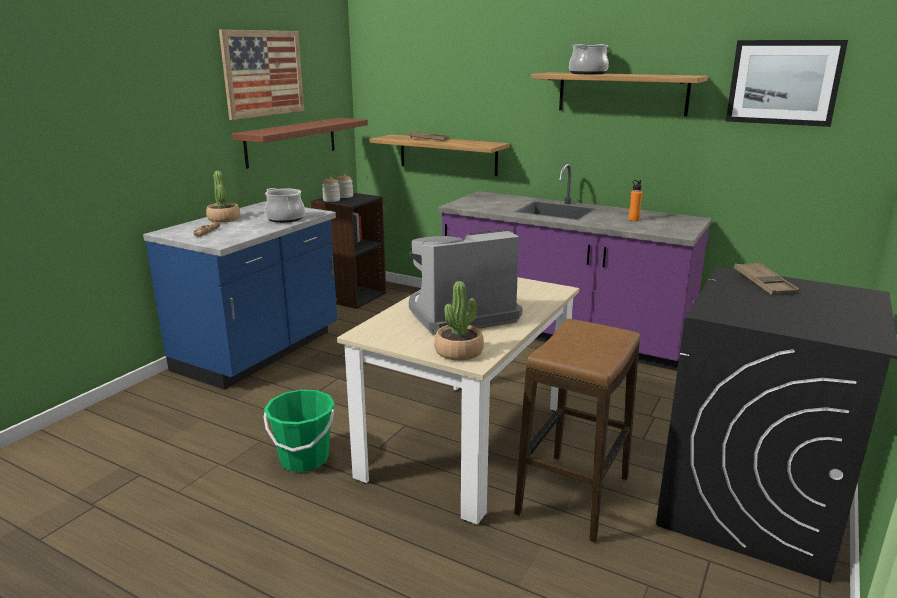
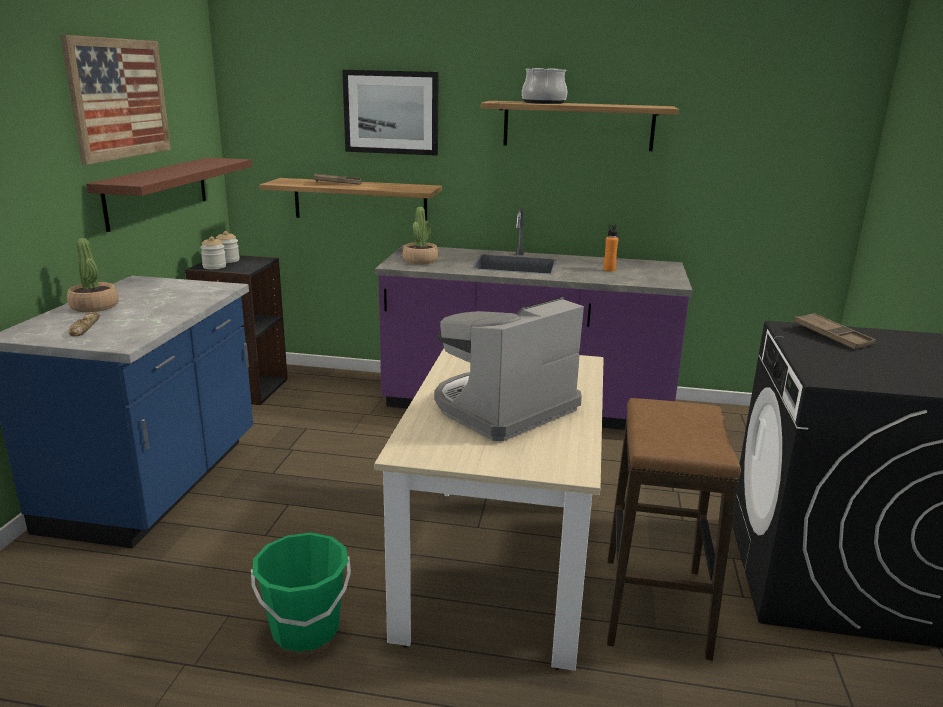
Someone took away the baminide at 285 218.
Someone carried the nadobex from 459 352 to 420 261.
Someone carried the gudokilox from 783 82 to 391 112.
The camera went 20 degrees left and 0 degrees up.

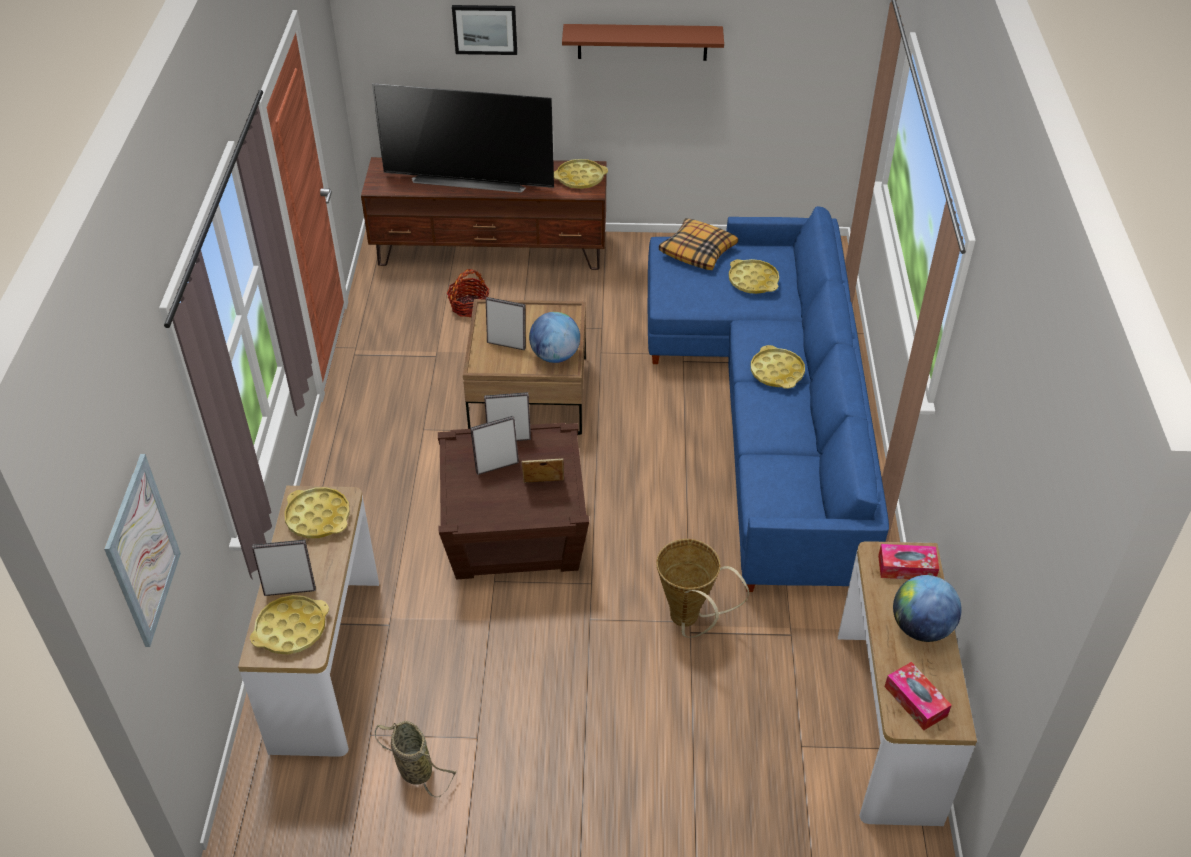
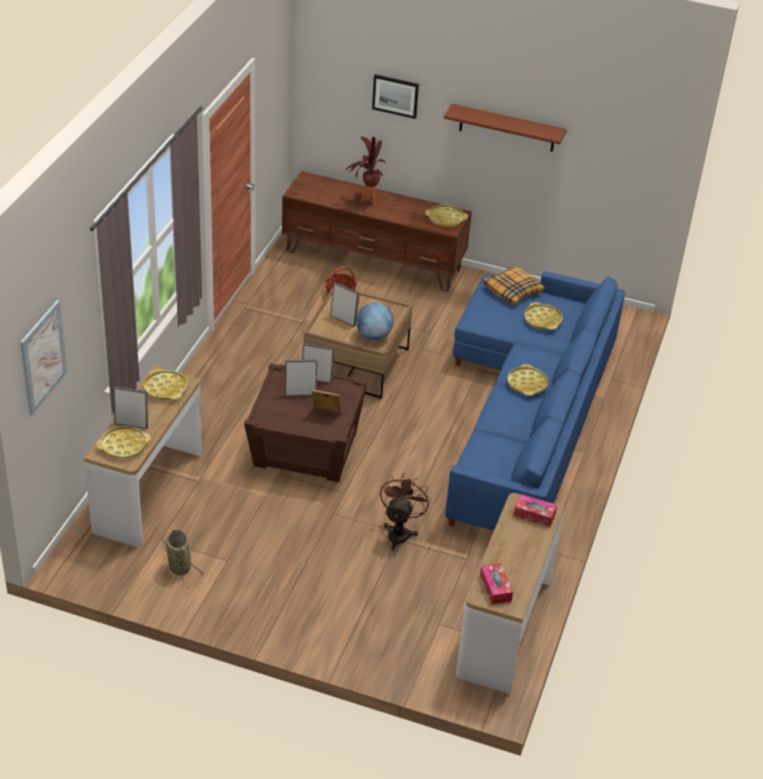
Someone took away the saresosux at 921 628.
Someone swapped the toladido at 470 179 for the nadobex at 365 201.
Someone swapped the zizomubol at 689 621 for the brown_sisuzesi at 400 532.
The camera went 15 degrees right and 5 degrees down.

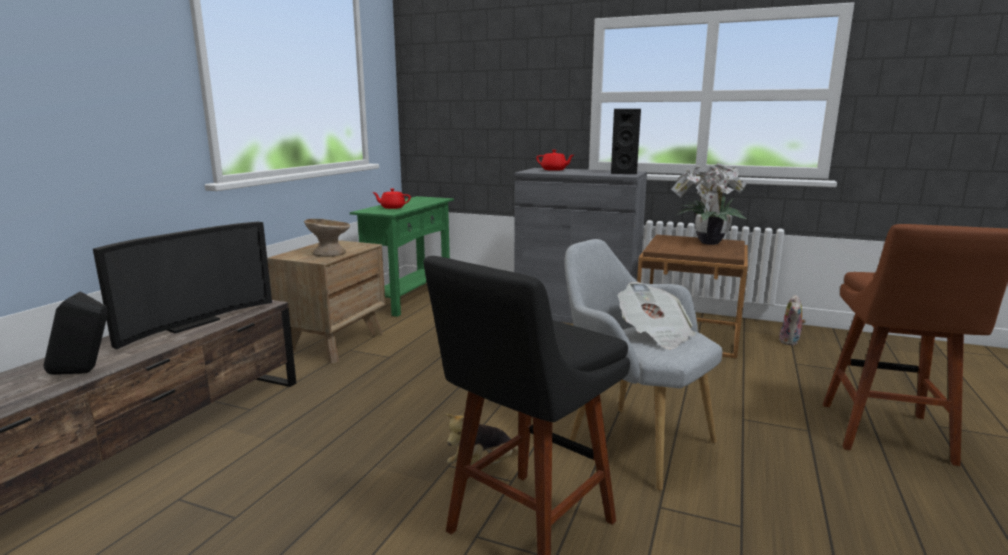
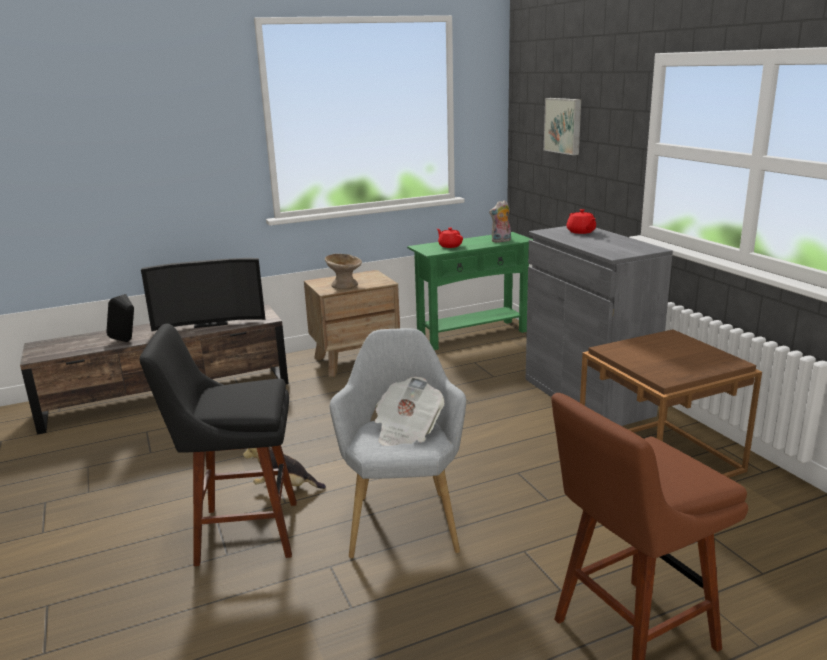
Someone took away the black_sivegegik at 623 173.
Someone took away the nadobex at 706 242.
Someone put up the gudokilox at 564 125.
Someone carried the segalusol from 790 342 to 501 241.
The camera went 45 degrees right and 5 degrees up.

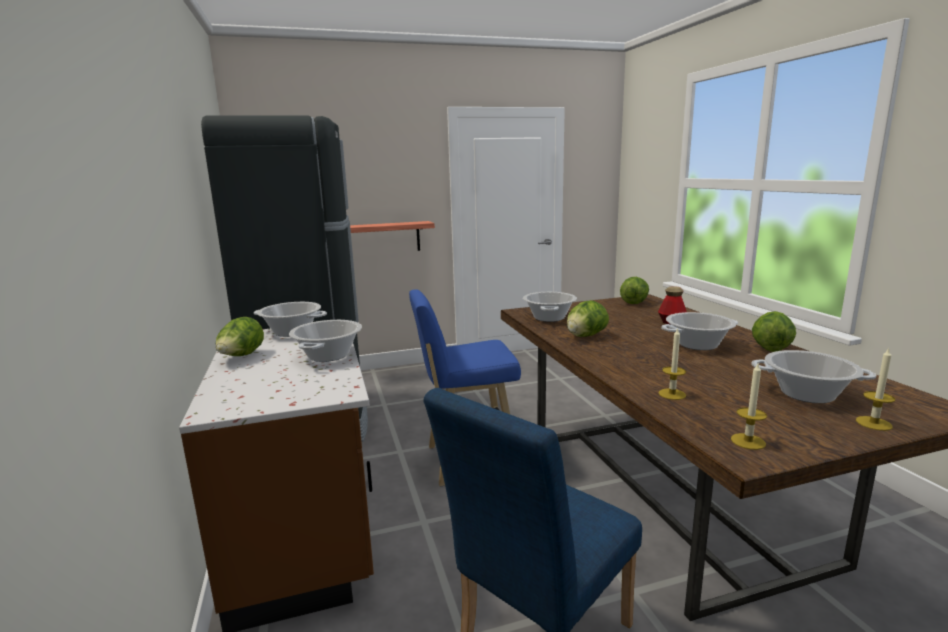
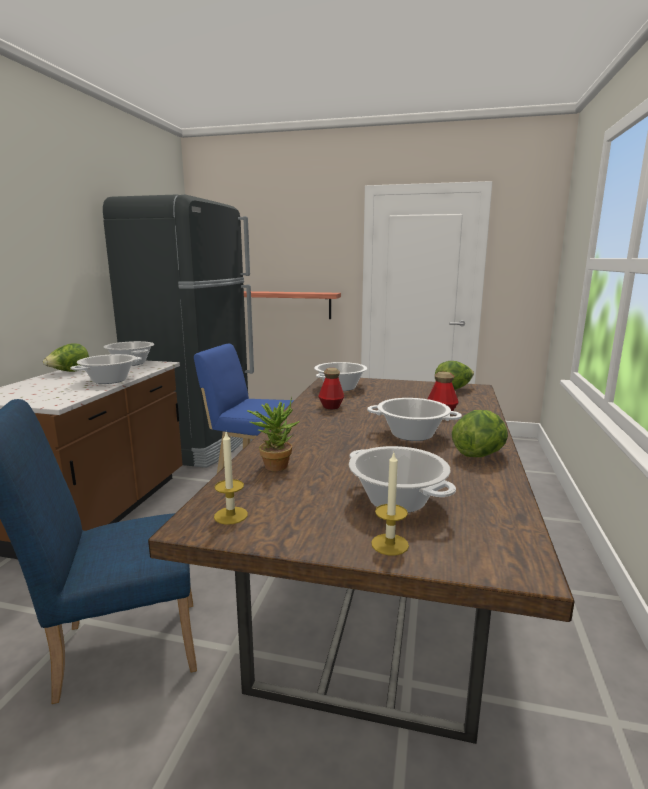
Someone swapped the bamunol at 585 336 for the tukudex at 331 406.
Someone swapped the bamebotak at 672 394 for the nadobex at 274 464.
The camera went 30 degrees right and 0 degrees up.

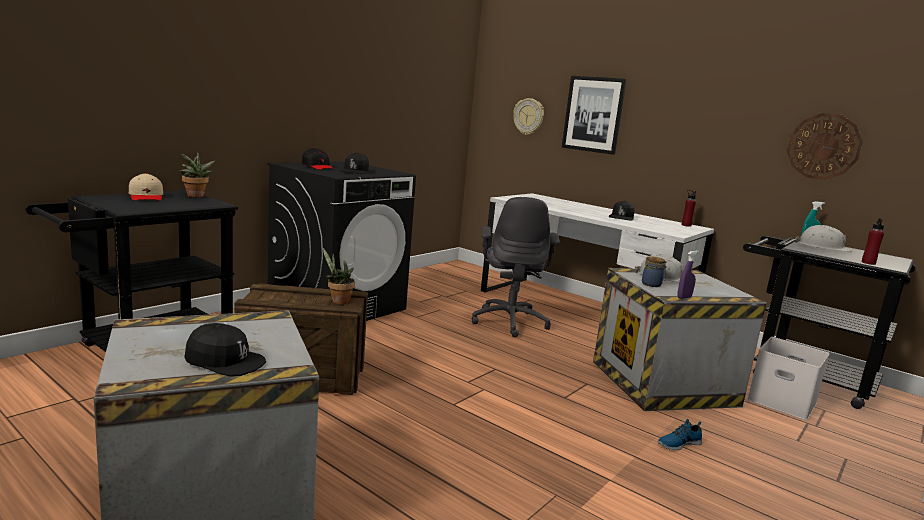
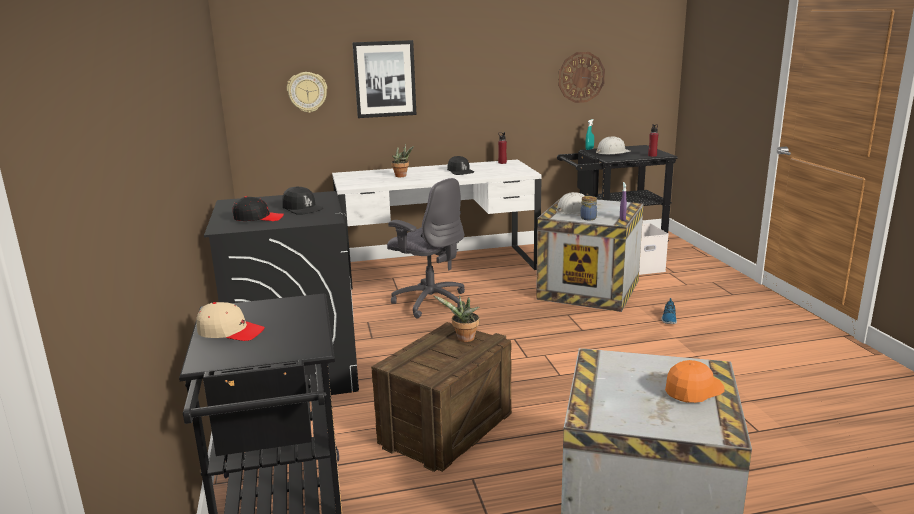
Someone carried the nadobex from 195 196 to 402 176.
Someone repainted the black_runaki at 225 361, which became the orange_runaki at 693 389.
The camera went 50 degrees left and 5 degrees up.

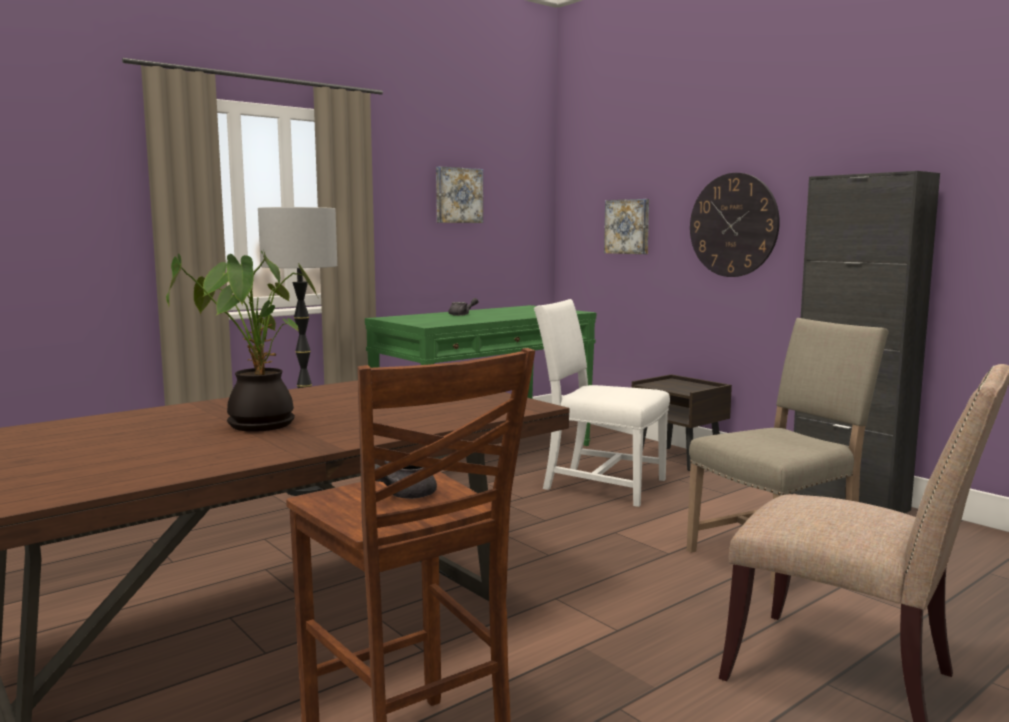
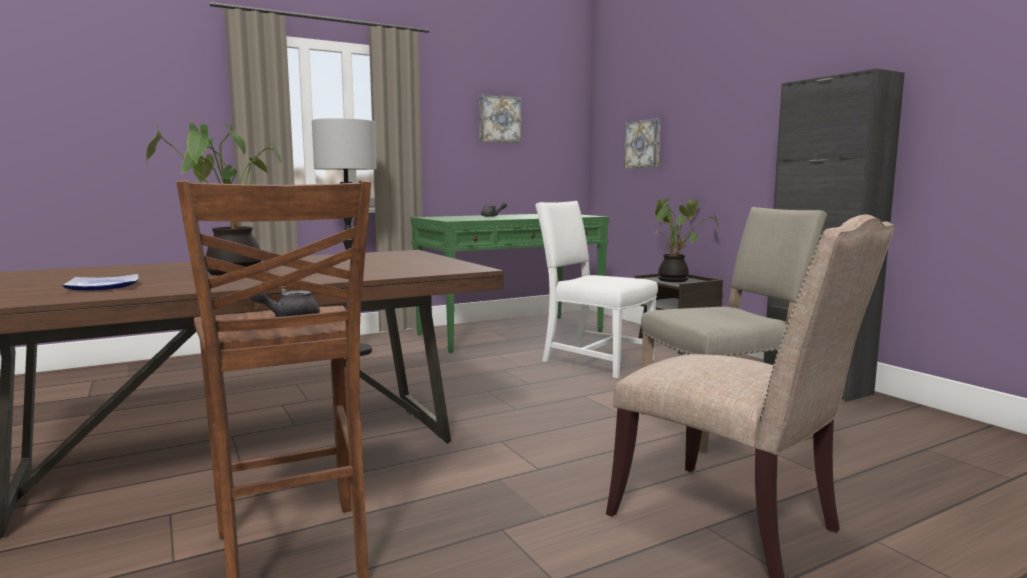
Someone took away the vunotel at 733 225.
Someone put down the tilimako at 101 287.
Someone put down the nadobex at 676 280.
The camera went 10 degrees right and 0 degrees up.

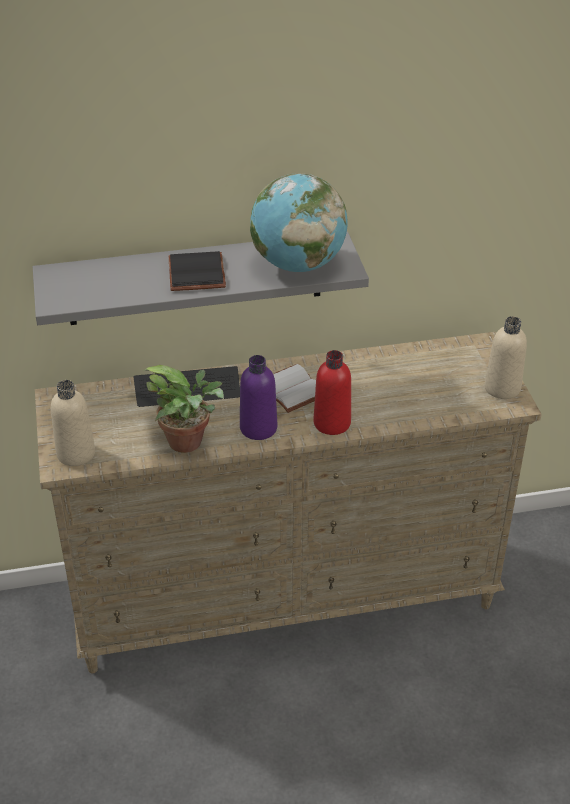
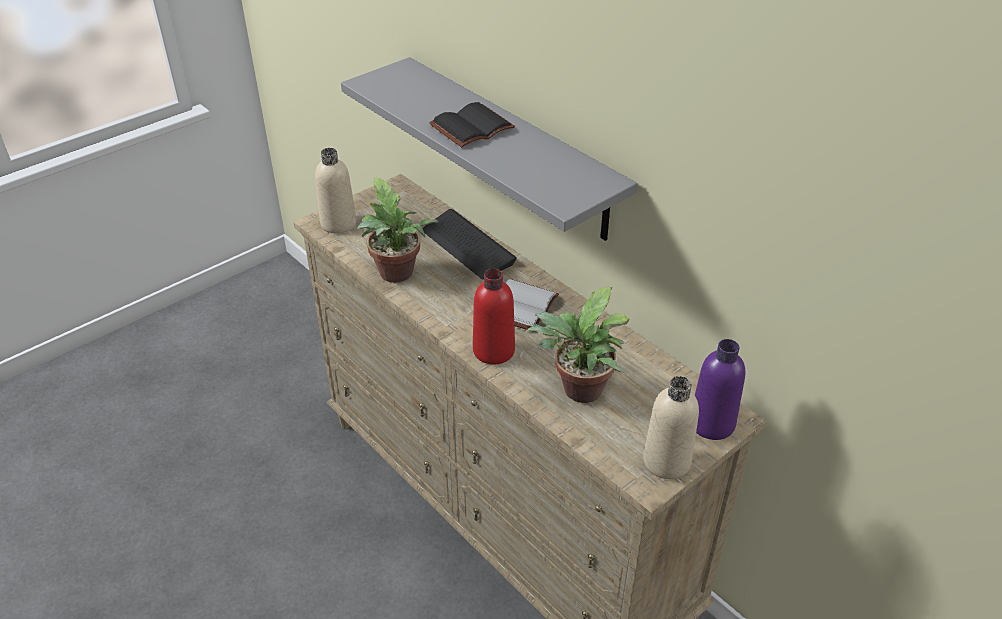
Someone took away the saresosux at 298 264.
Someone put down the nadobex at 579 392.
Someone carried the purple_tukudex from 258 428 to 712 423.
The camera went 60 degrees right and 0 degrees up.

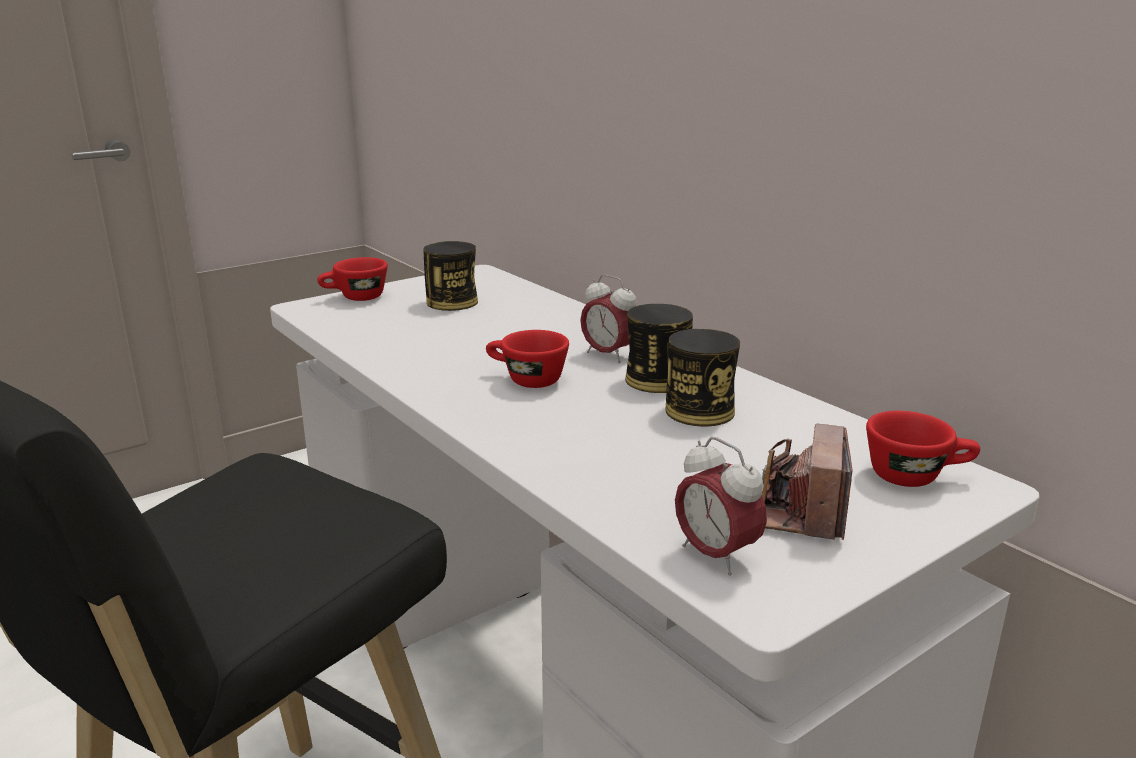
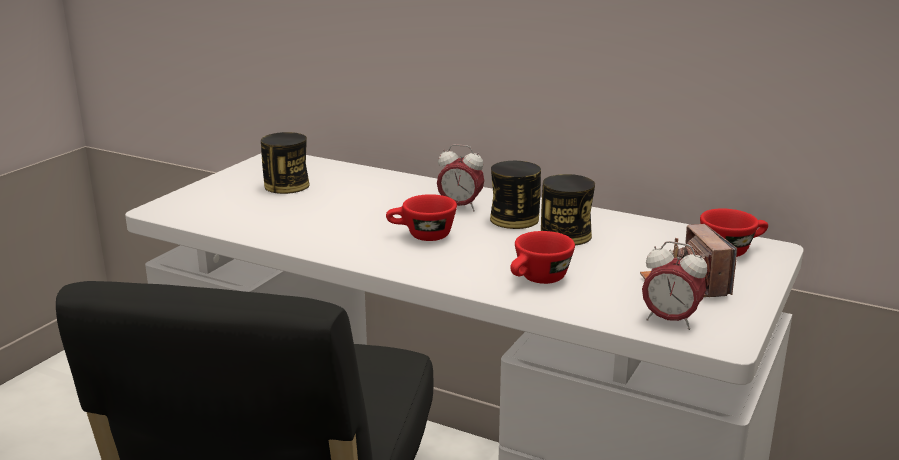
Someone carried the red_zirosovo from 355 298 to 538 280.
The camera went 25 degrees left and 0 degrees up.

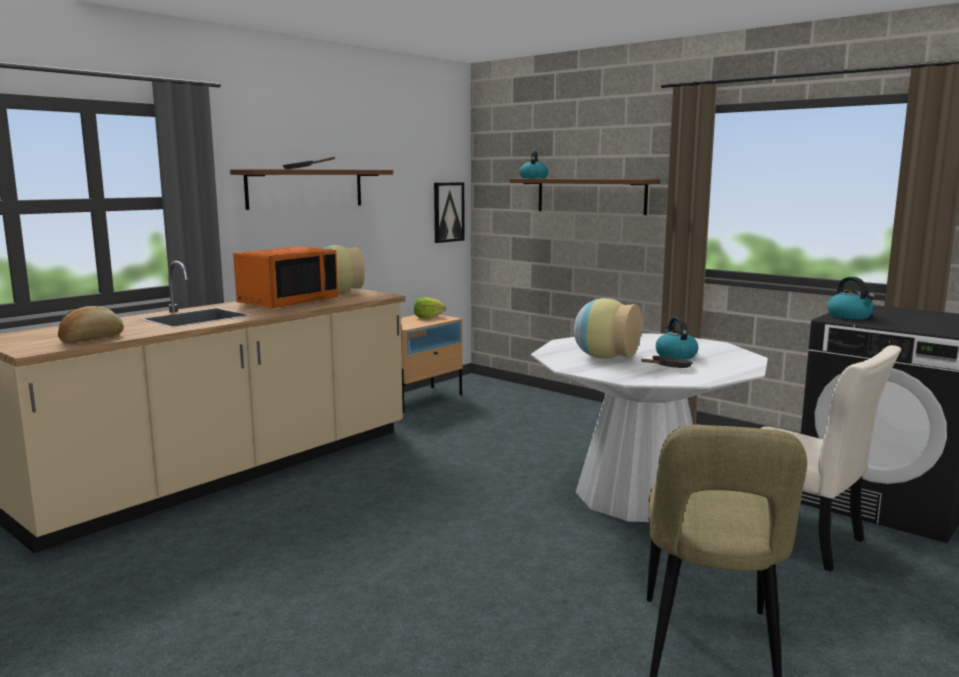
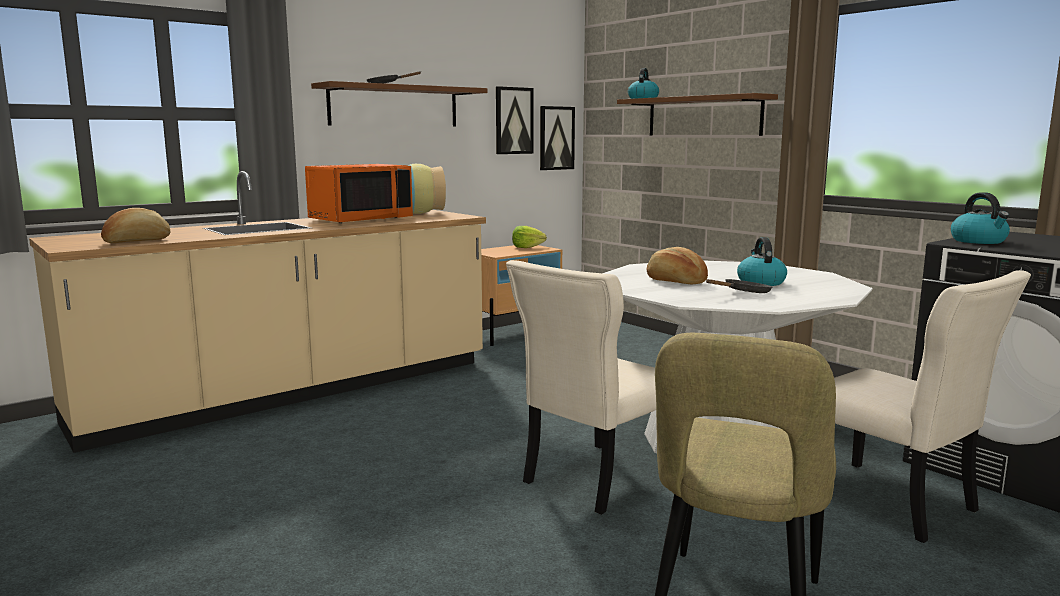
Someone put up the gudokilox at 513 120.
Someone put down the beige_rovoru at 595 479.
Someone swapped the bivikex at 604 357 for the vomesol at 675 281.
The camera went 10 degrees right and 0 degrees up.

